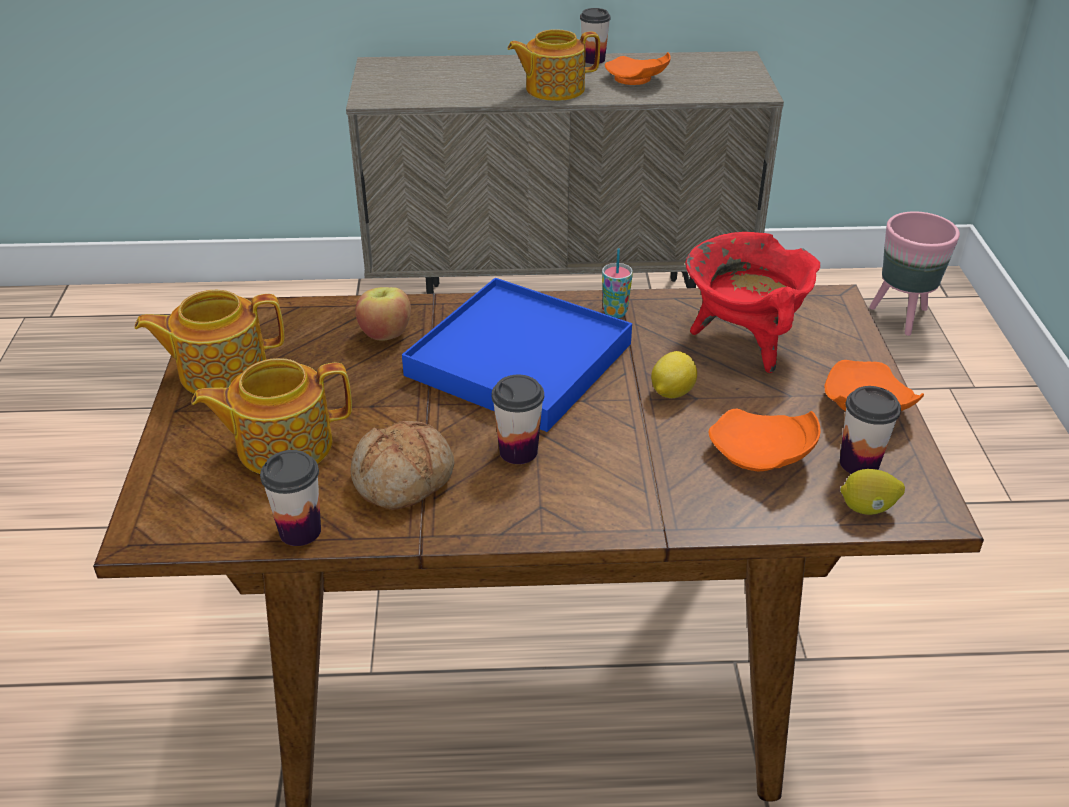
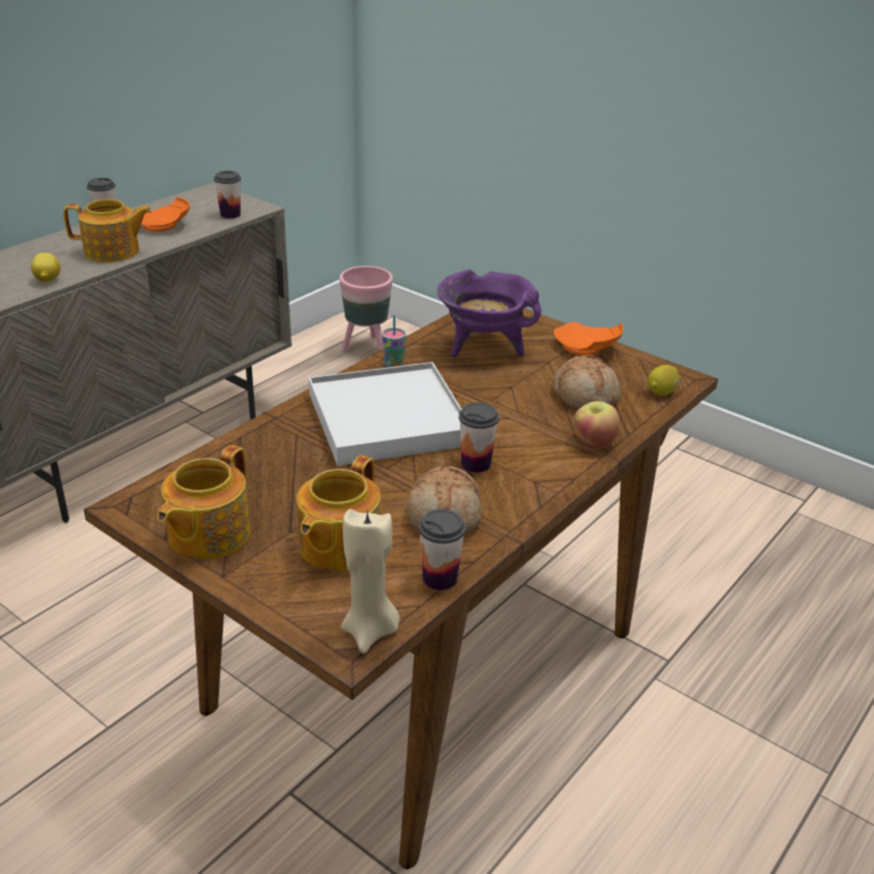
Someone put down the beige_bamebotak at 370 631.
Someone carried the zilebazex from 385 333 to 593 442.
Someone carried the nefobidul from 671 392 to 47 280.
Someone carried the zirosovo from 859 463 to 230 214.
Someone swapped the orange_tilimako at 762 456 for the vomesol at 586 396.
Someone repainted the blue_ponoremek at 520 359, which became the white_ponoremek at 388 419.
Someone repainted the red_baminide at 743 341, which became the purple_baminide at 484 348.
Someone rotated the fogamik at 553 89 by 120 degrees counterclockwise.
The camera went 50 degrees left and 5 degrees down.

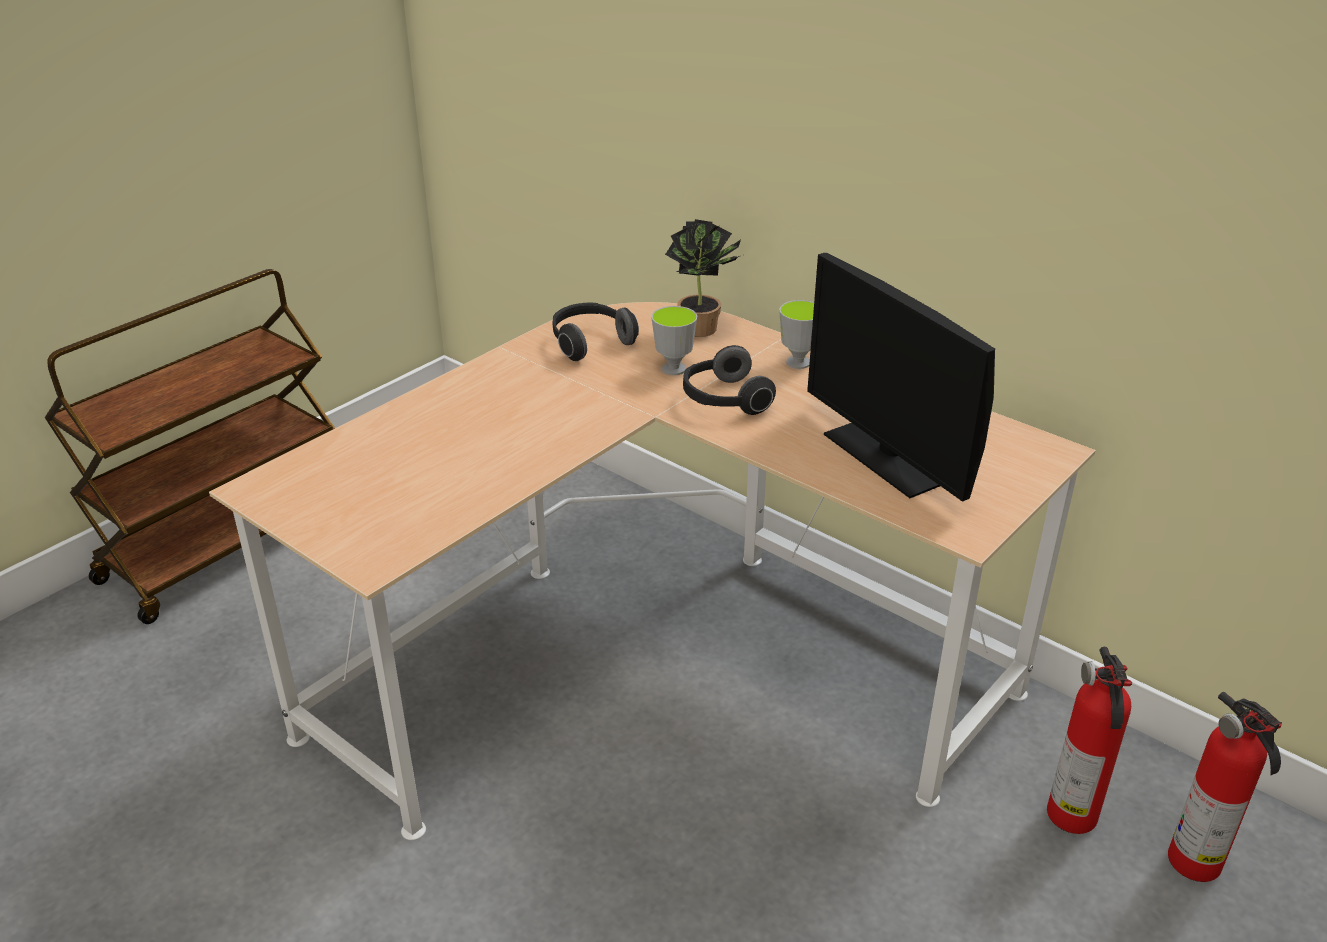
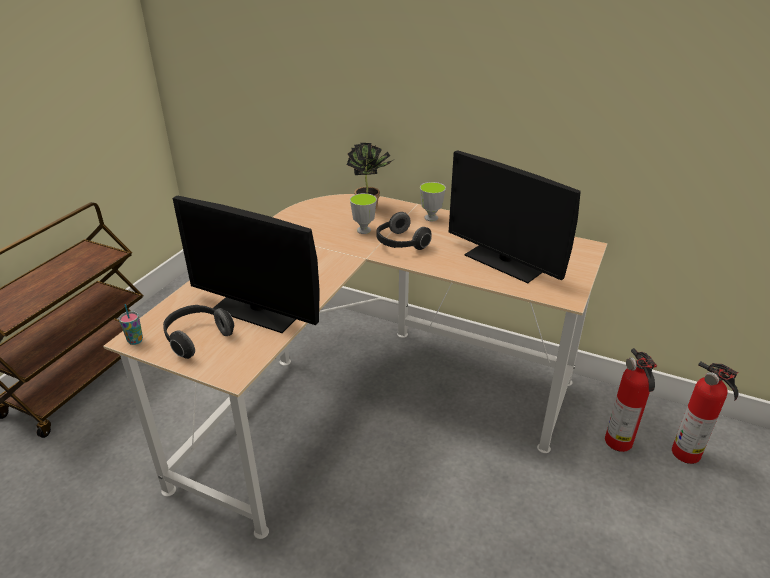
Someone put down the zirosovo at 135 340.
Someone put down the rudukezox at 257 311.
Someone carried the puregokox from 590 343 to 196 338.
The camera went 15 degrees left and 0 degrees up.

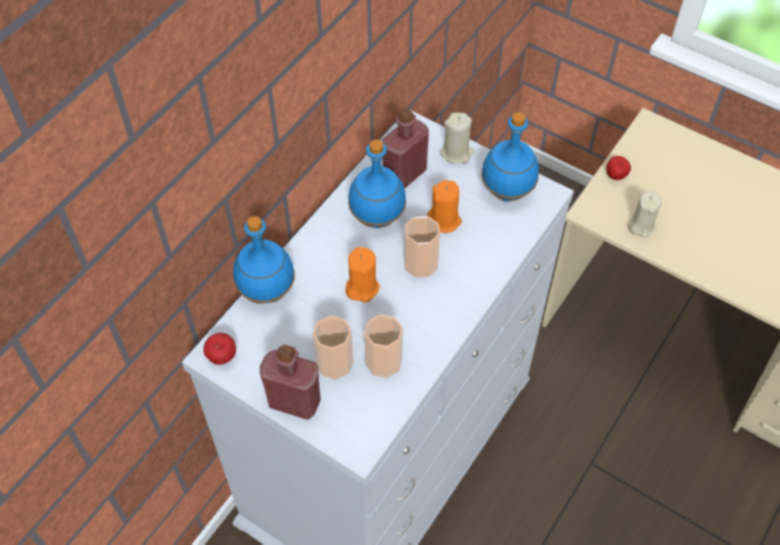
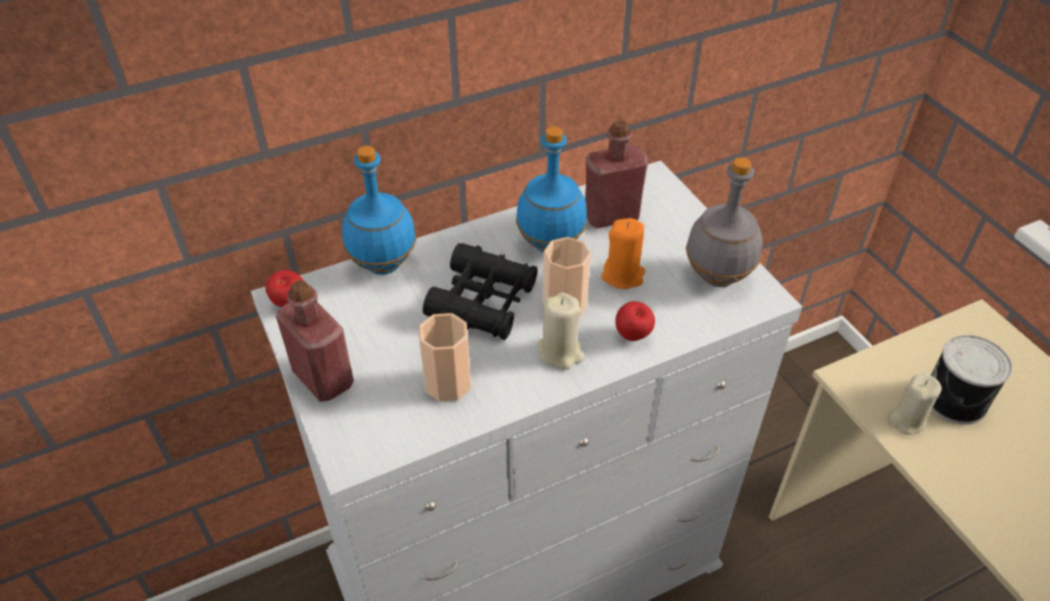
Someone took away the zirosovo at 334 363.
Someone put down the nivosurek at 956 400.
Someone carried the beige_bamebotak from 456 153 to 560 352.
Someone carried the zilebazex from 616 176 to 633 336.
Someone swapped the orange_bamebotak at 362 287 for the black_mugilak at 483 301.
Someone repainted the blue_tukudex at 507 191, which became the grey_tukudex at 717 276.
The camera went 30 degrees right and 10 degrees down.

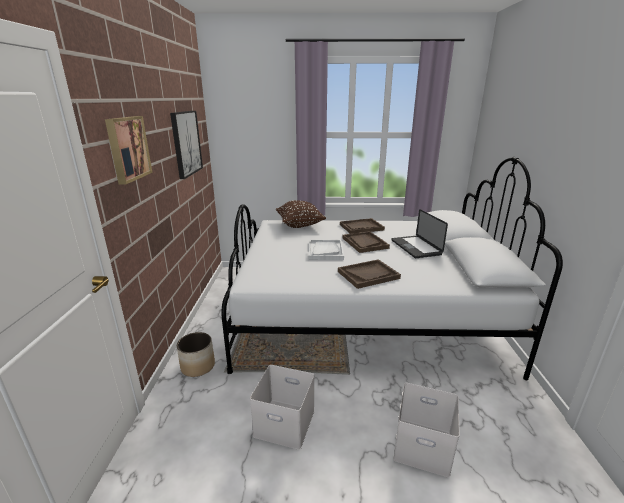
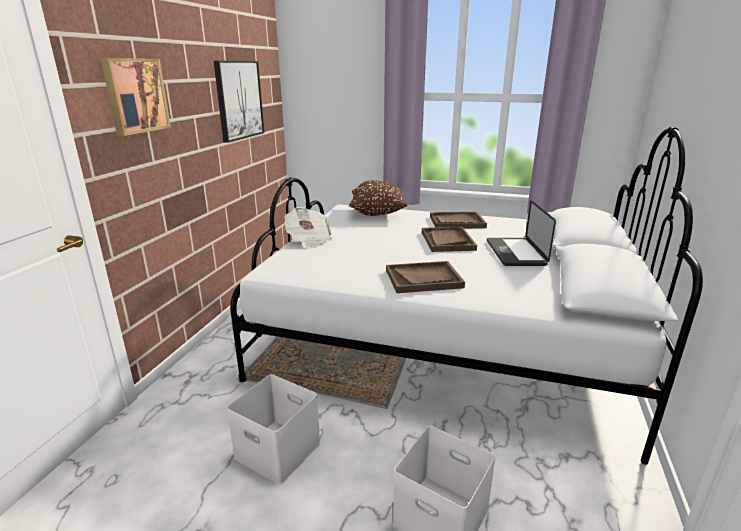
Someone took away the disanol at 198 366.
Someone took away the white_ponoremek at 325 251.
Someone put down the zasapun at 308 240.
The camera went 15 degrees right and 0 degrees up.

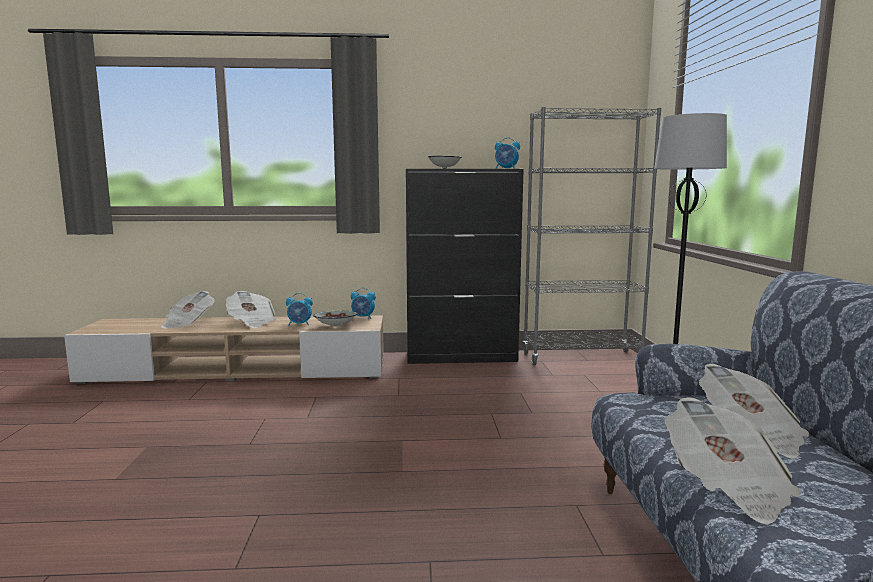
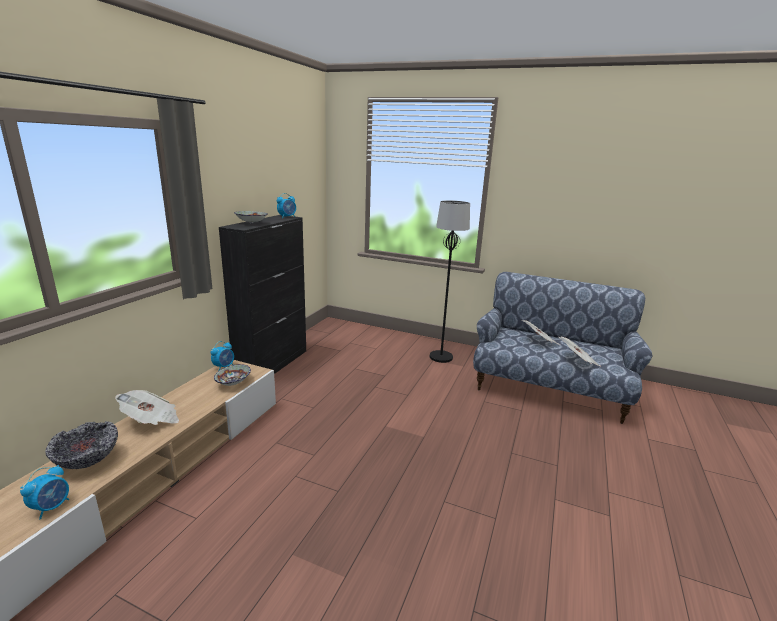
Someone took away the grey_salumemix at 581 358.
Someone carried the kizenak from 299 324 to 52 507.
Someone swapped the zasapun at 188 323 for the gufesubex at 87 461.
The camera went 65 degrees left and 10 degrees up.

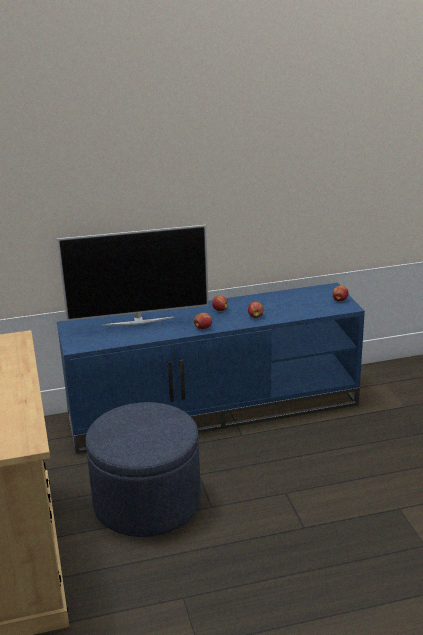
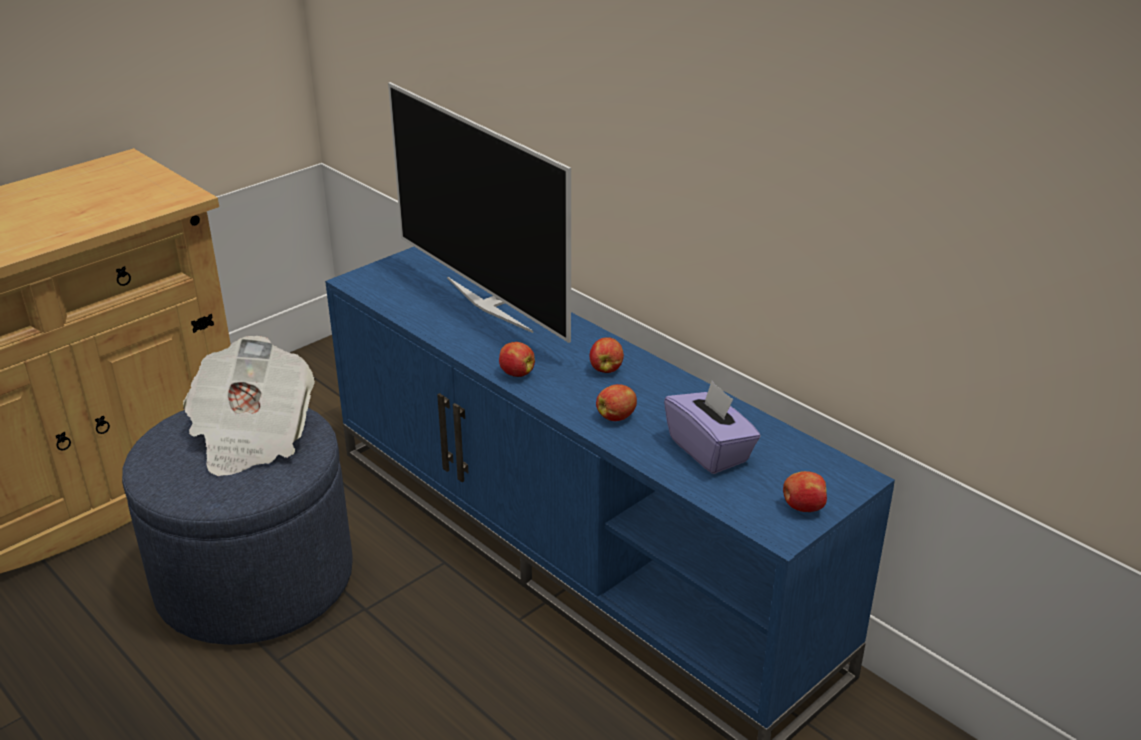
Someone put down the zasapun at 251 436.
Someone put down the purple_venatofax at 709 450.
The camera went 60 degrees right and 5 degrees up.

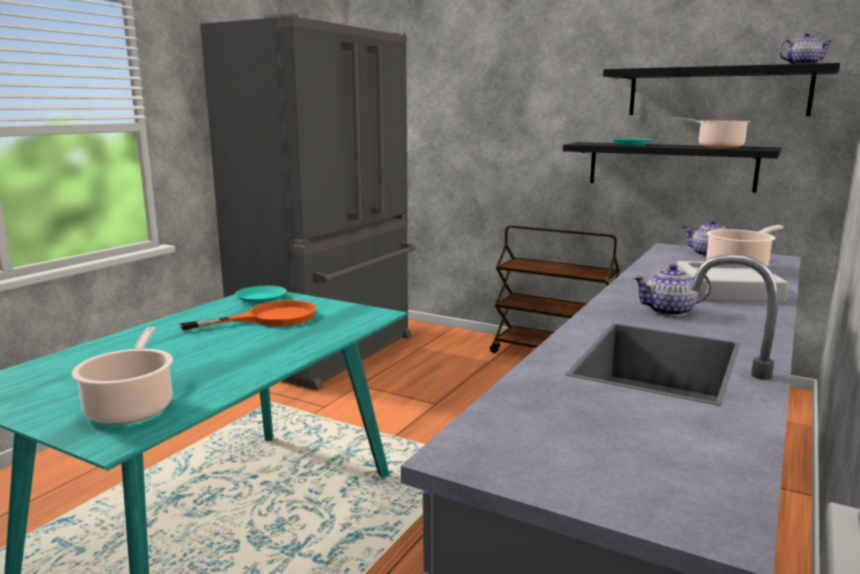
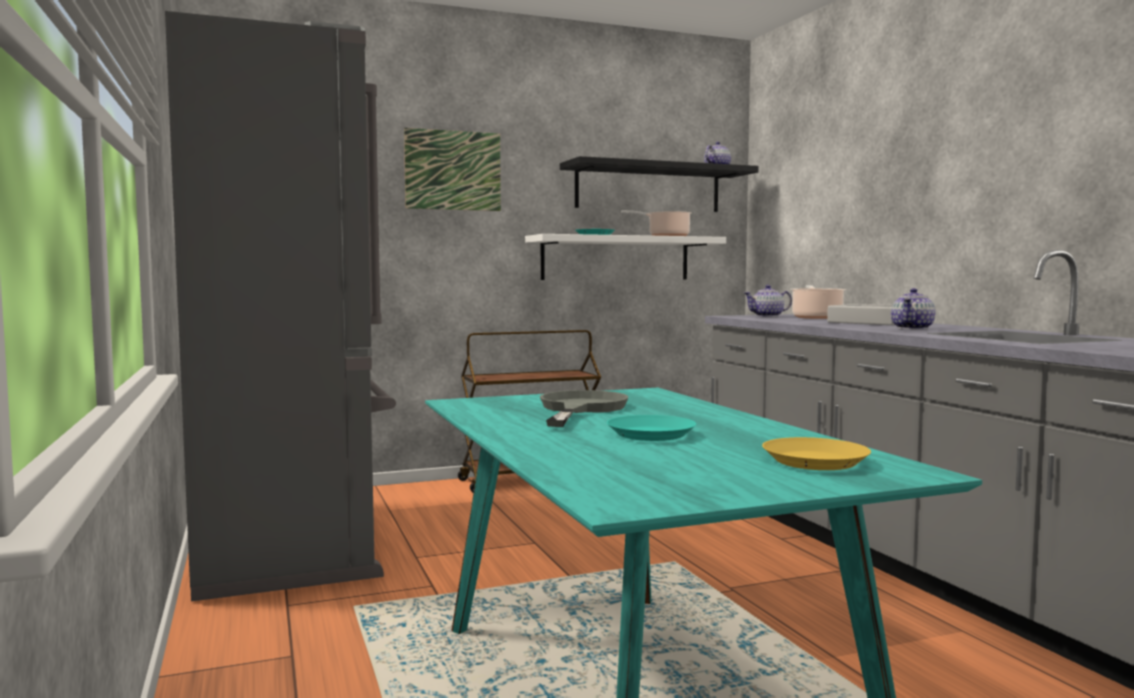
Someone put up the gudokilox at 453 170.
Someone carried the turquoise_tilimako from 260 298 to 651 434.
Someone swapped the baminide at 131 407 for the yellow_tilimako at 814 461.
Someone repainted the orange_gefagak at 269 318, which became the grey_gefagak at 580 409.
Someone repainted the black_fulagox at 670 166, which became the white_fulagox at 616 258.
The camera went 50 degrees left and 10 degrees down.

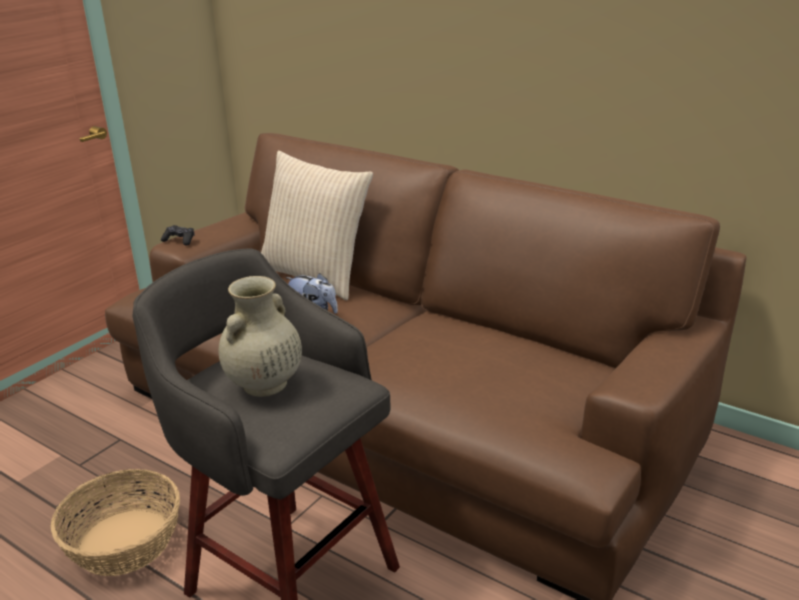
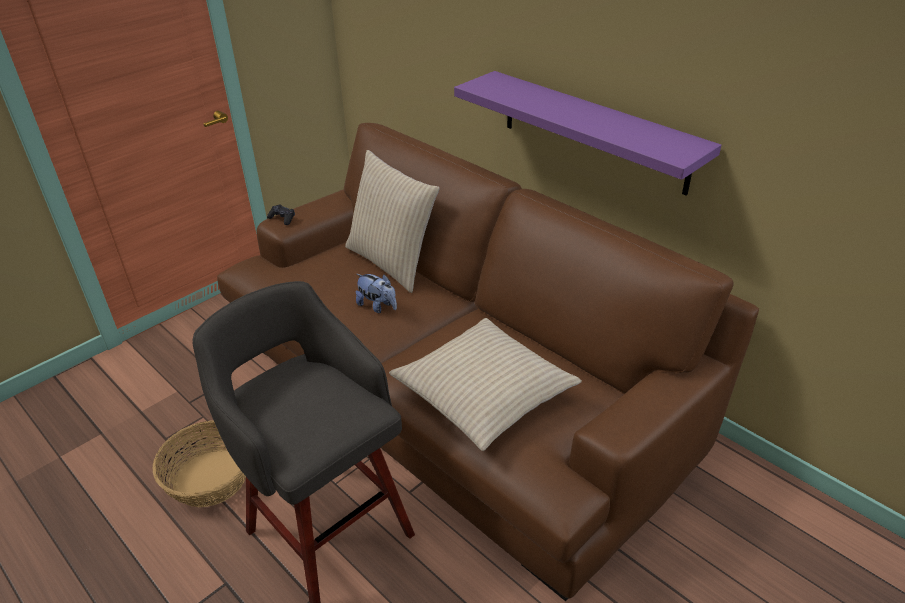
Someone took away the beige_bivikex at 264 385.
Someone put down the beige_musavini at 483 393.
Someone put up the purple_fulagox at 593 131.
The camera went 10 degrees right and 10 degrees up.

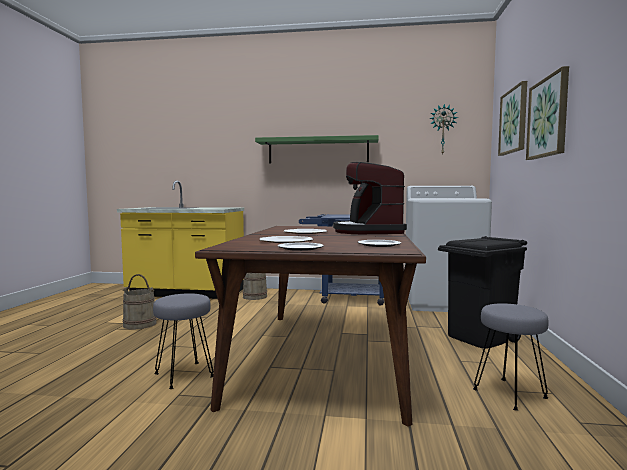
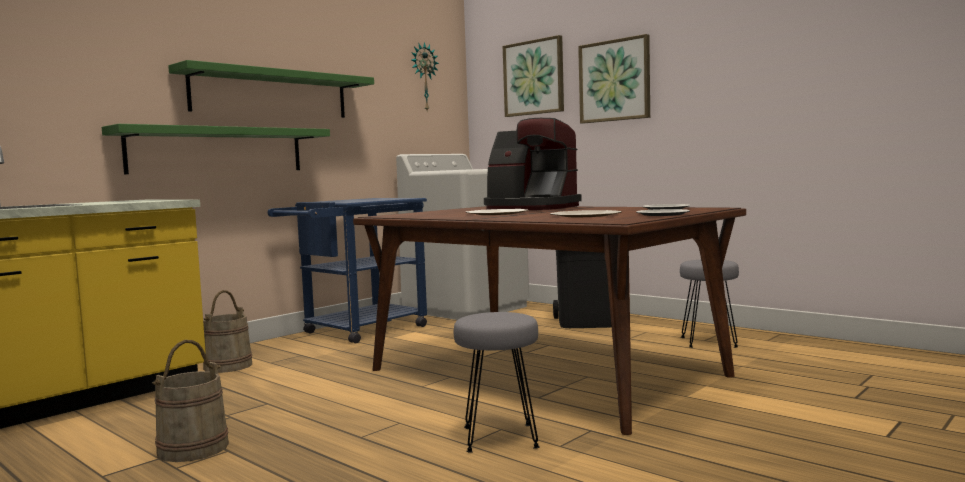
Someone put up the green_fulagox at 218 150.
The camera went 55 degrees left and 0 degrees up.

